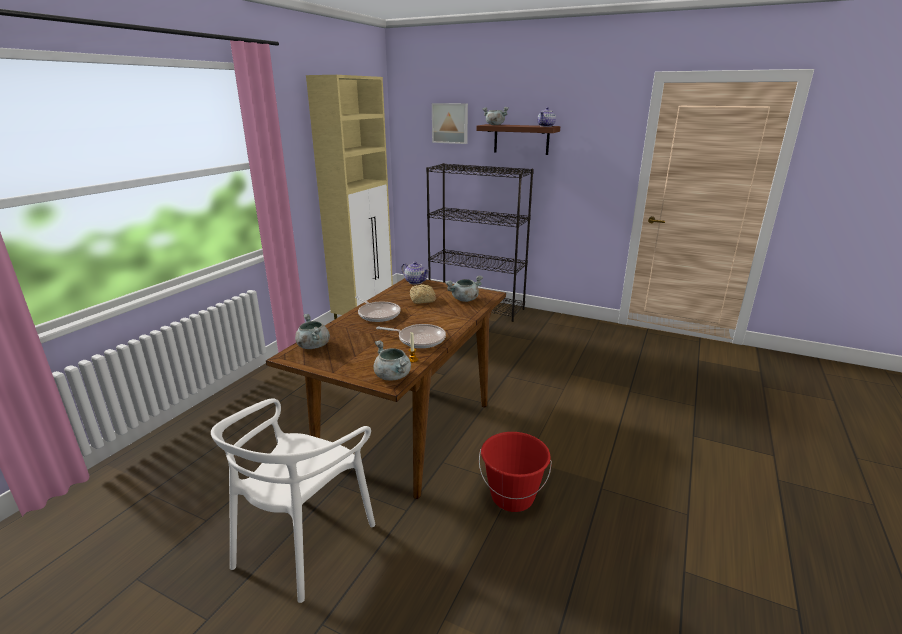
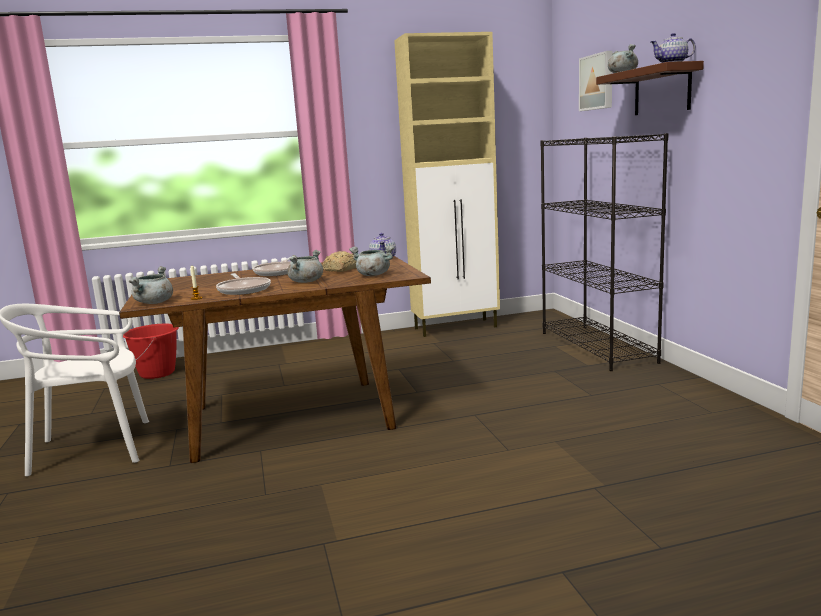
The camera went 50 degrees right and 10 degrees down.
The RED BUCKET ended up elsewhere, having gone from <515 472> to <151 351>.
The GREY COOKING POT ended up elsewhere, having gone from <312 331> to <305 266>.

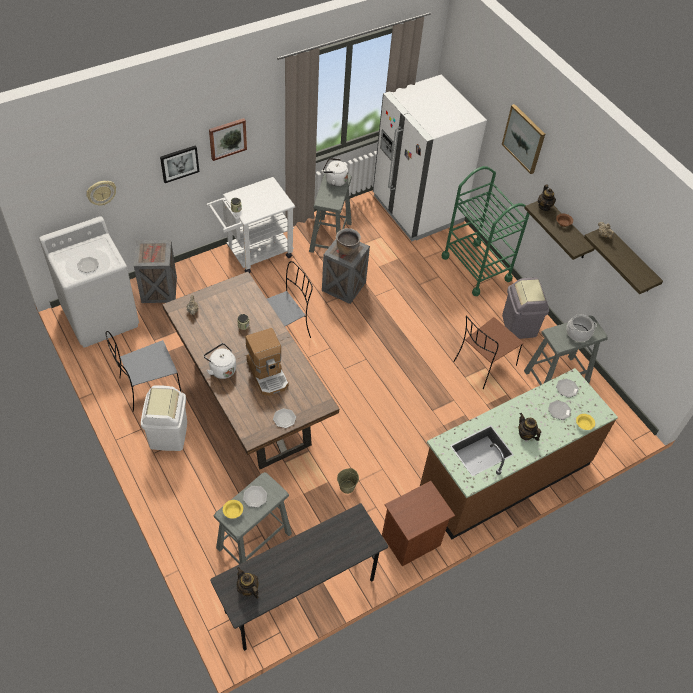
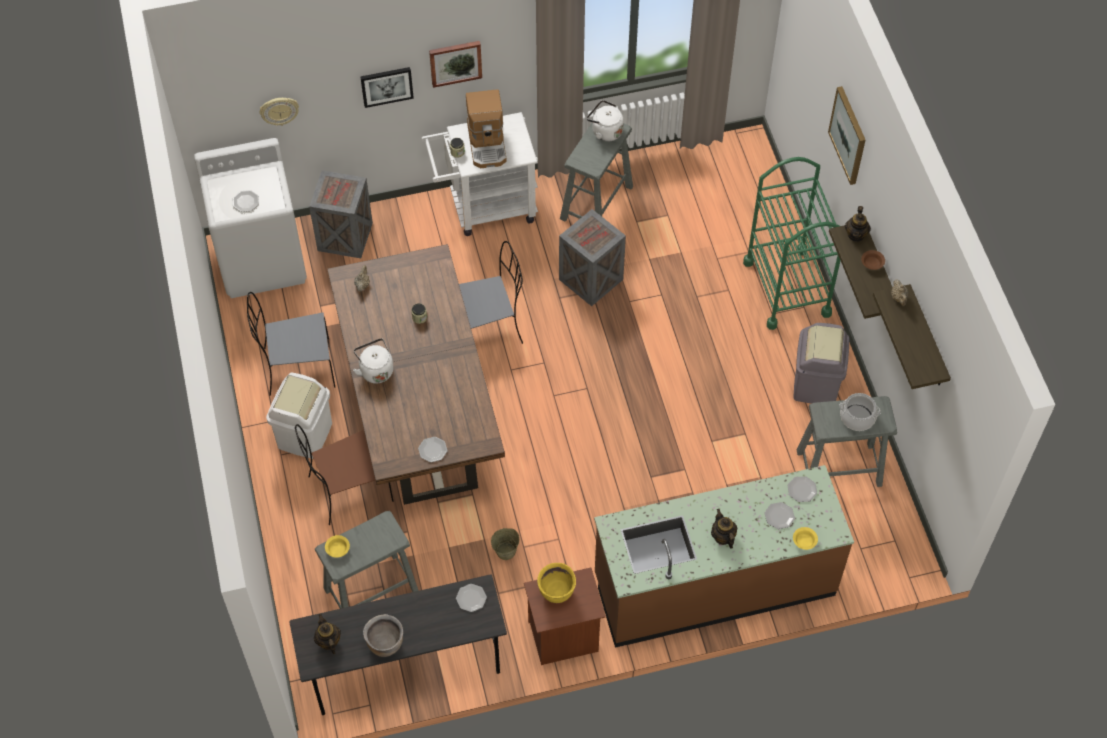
The camera went 20 degrees right and 5 degrees up.
The BROWN CHAIR ended up elsewhere, having gone from <488 352> to <344 474>.
The BROWN COOKING POT ended up elsewhere, having gone from <348 241> to <383 635>.
The PLATE ended up elsewhere, having gone from <255 496> to <471 598>.
The COFFEE MACHINE ended up elsewhere, having gone from <266 362> to <486 128>.
The second view gained the YELLOW COOKING POT at <556 583>.
The second view lost the WHITE FRIDGE at <430 157>.

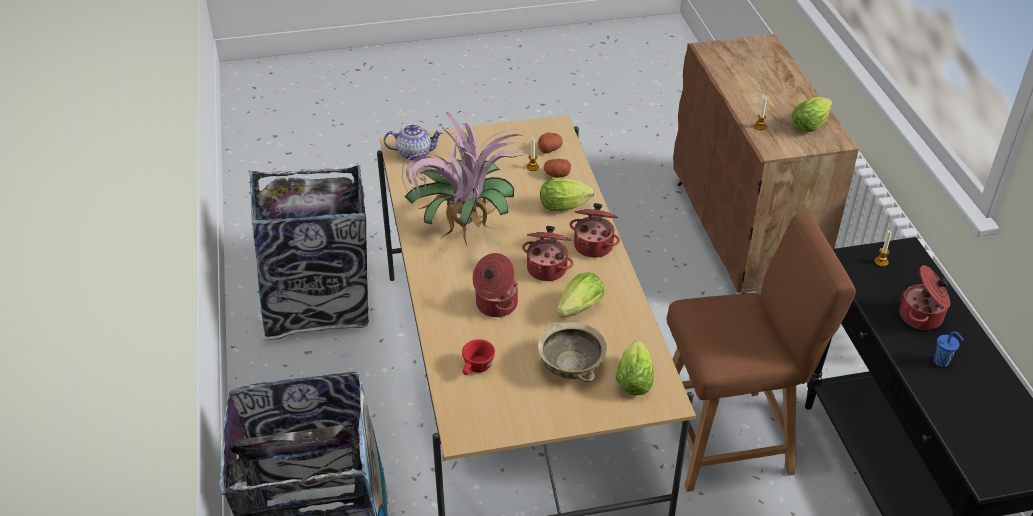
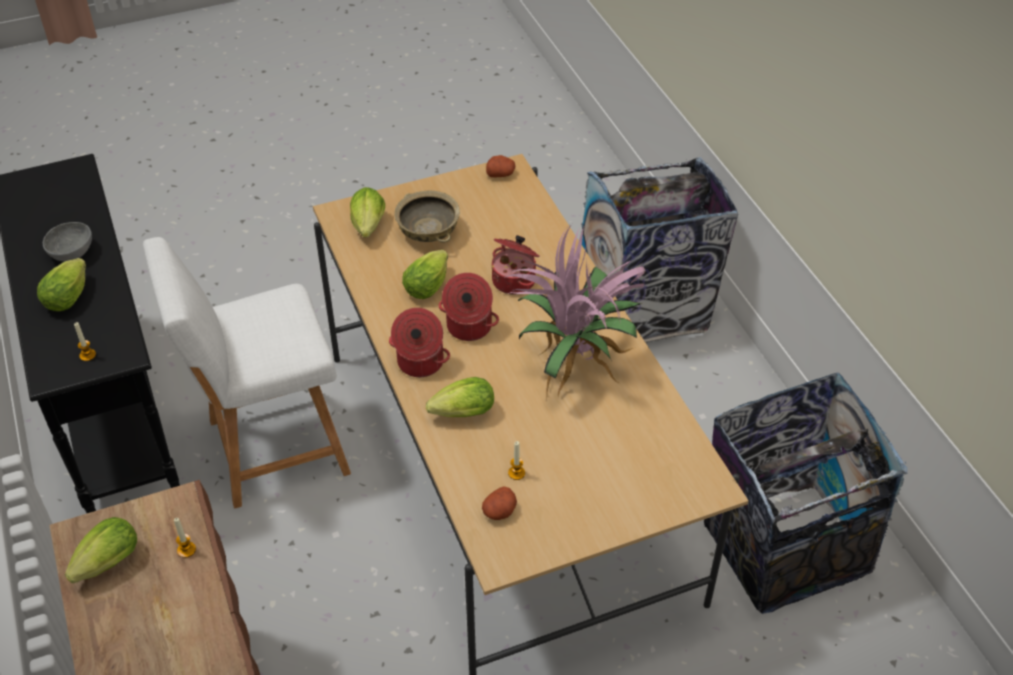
The camera went 170 degrees right and 5 degrees up.
Where the COOKING POT stood at <925 297>, the LETTUCE came to stand at <61 284>.
Where the BLUE CUP stood at <949 349>, the GREY BOWL came to stand at <67 241>.
What was the BROWN STOOL at <761 352> turned into the WHITE STOOL at <247 372>.
The POTATO ended up elsewhere, having gone from <557 168> to <500 166>.
The second view lost the TEAPOT at <413 142>.
The second view lost the RED CUP at <478 357>.

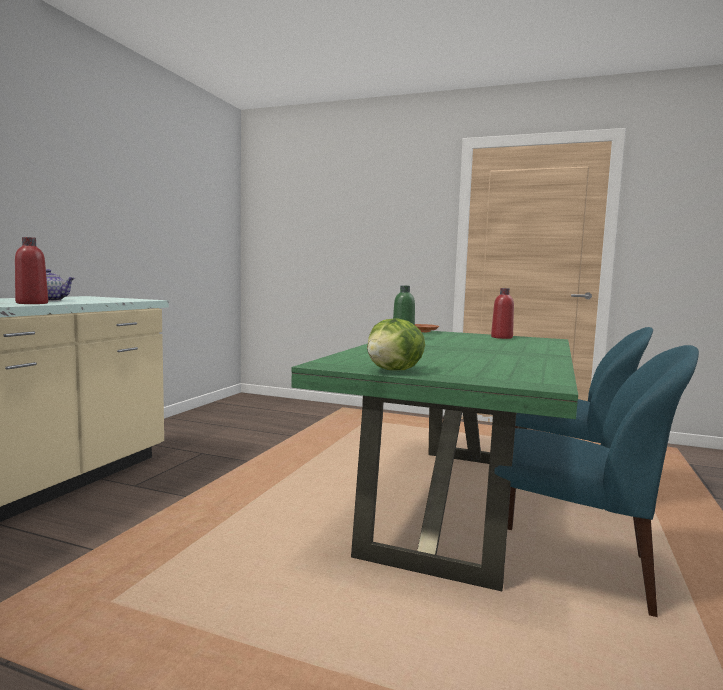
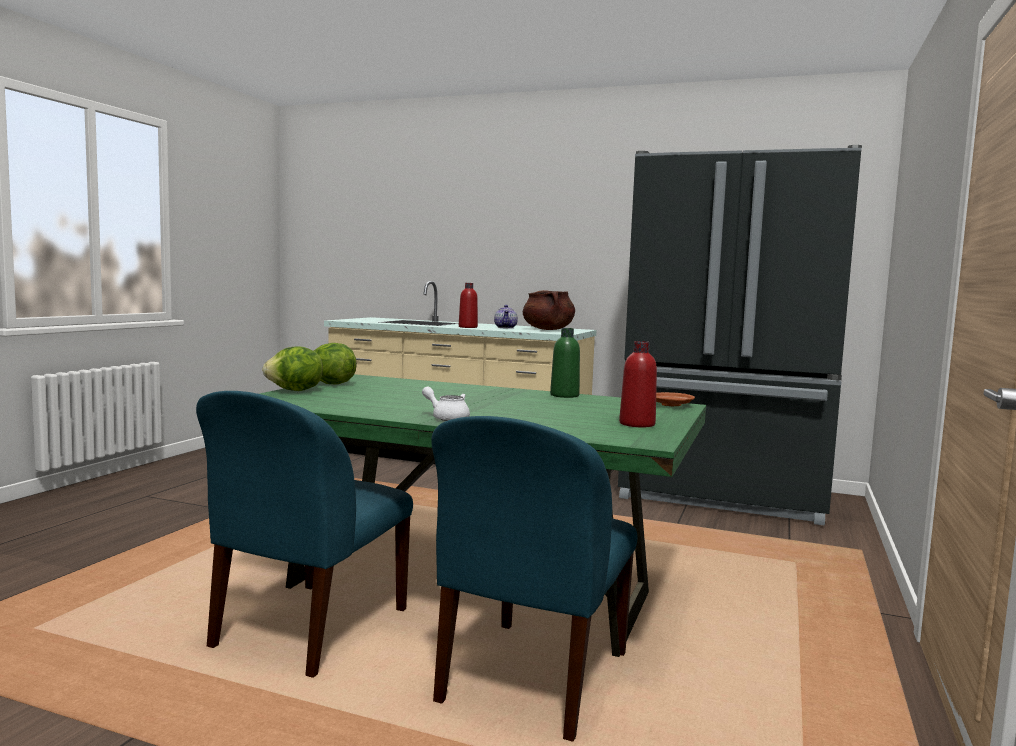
The camera went 90 degrees right and 0 degrees up.
The second view gained the LETTUCE at <292 368>.
The second view gained the WHITE TEAPOT at <446 403>.
The second view gained the BROWN COOKING POT at <549 310>.
The second view gained the BLACK FRIDGE at <740 335>.

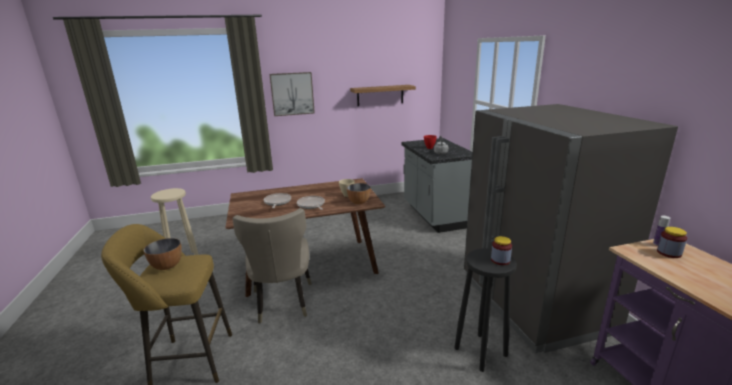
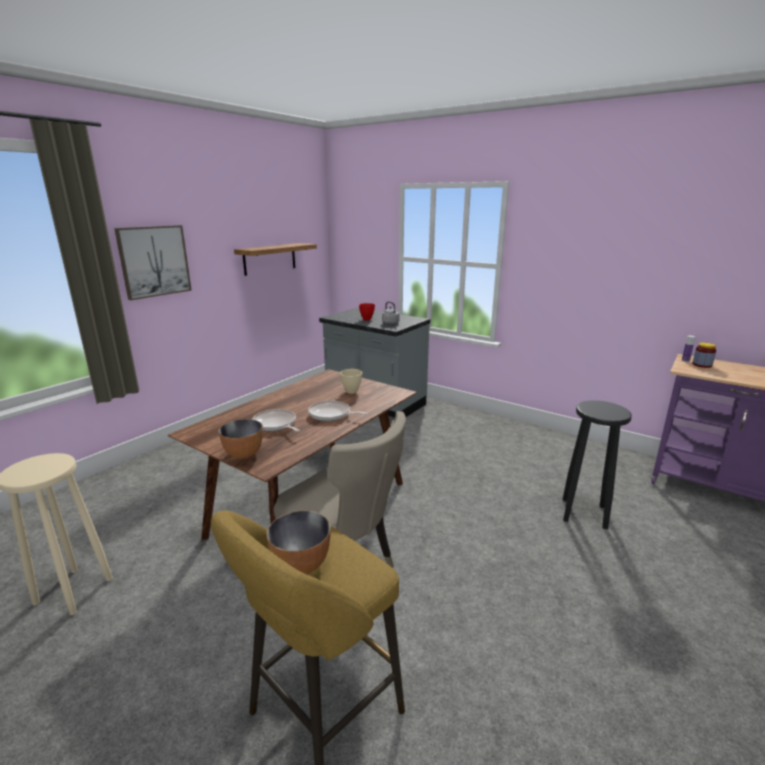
The camera went 40 degrees left and 0 degrees up.
The BOWL ended up elsewhere, having gone from <359 193> to <241 439>.
The second view lost the GREY FRIDGE at <571 228>.
The second view lost the JAR at <501 250>.

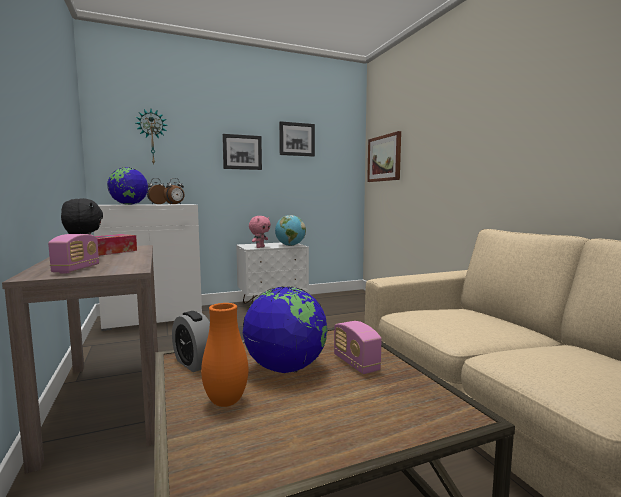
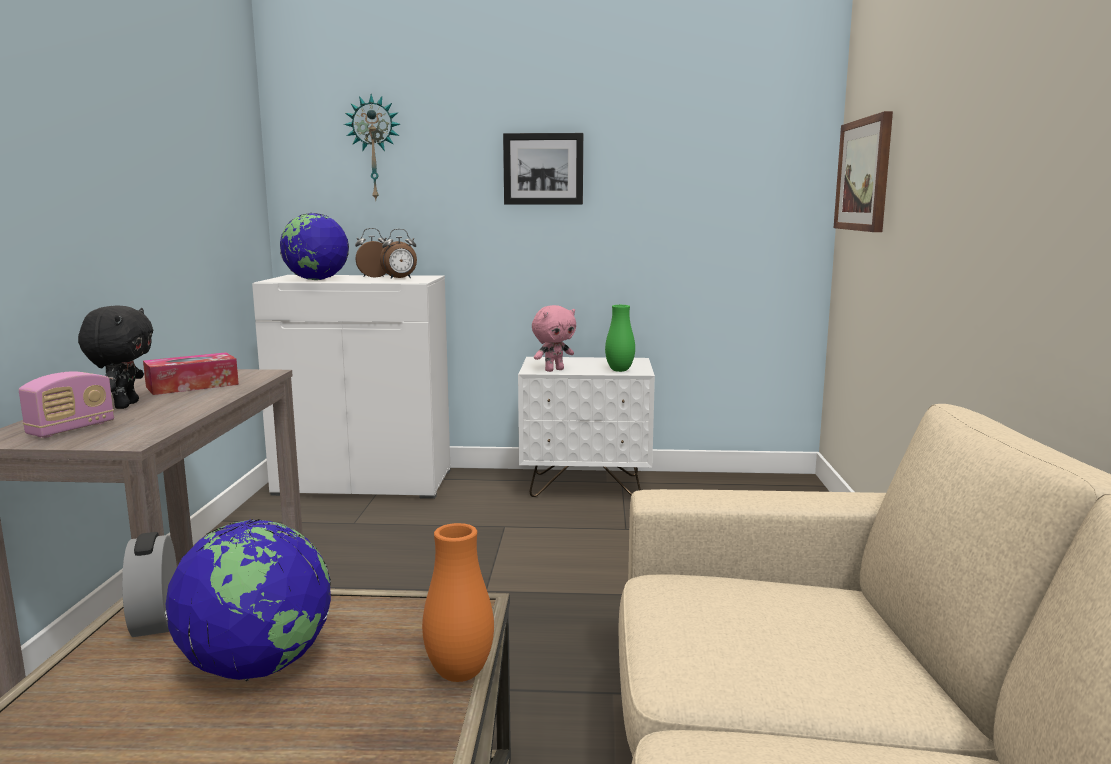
The camera went 25 degrees right and 5 degrees up.
The ORANGE VASE ended up elsewhere, having gone from <224 355> to <458 602>.
Where the GLOBE stood at <290 230>, the GREEN VASE came to stand at <620 338>.
The second view lost the PICTURE at <297 139>.
The second view lost the RADIO at <358 347>.

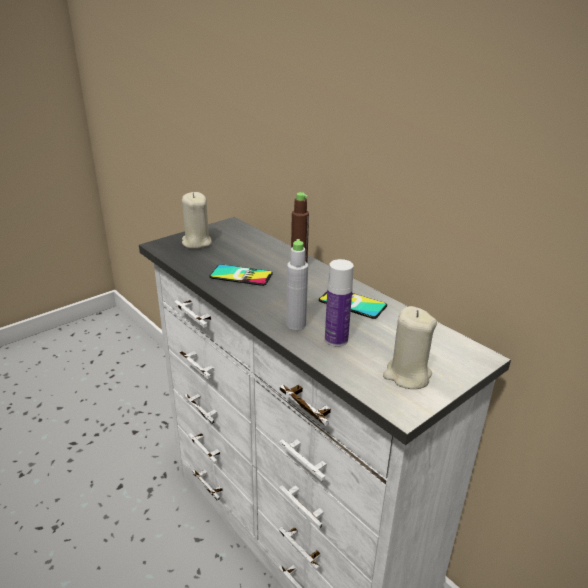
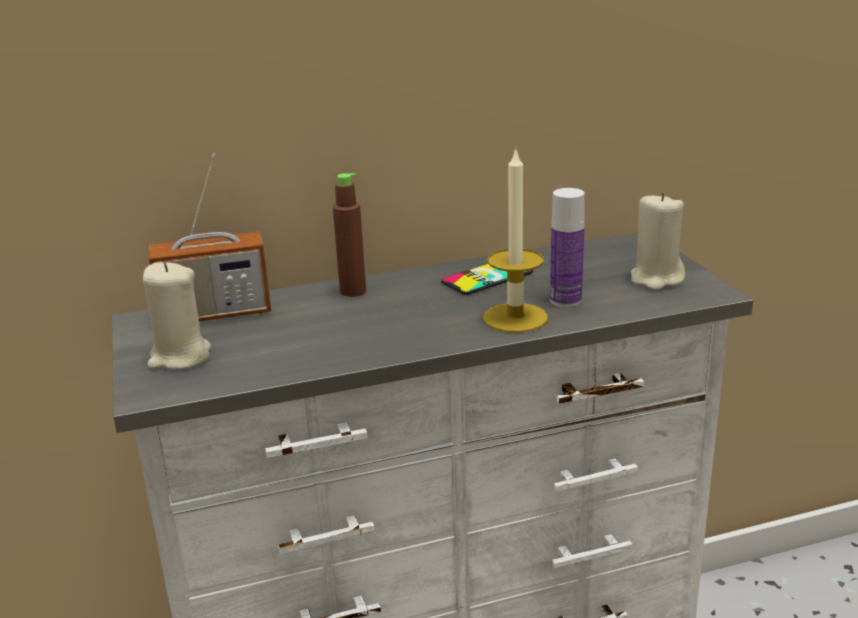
The camera went 65 degrees left and 5 degrees down.
The second view gained the RADIO at <210 237>.
Where the GREY BOTTLE stood at <297 284>, the CANDLE came to stand at <515 240>.
The second view lost the PHONE at <241 275>.

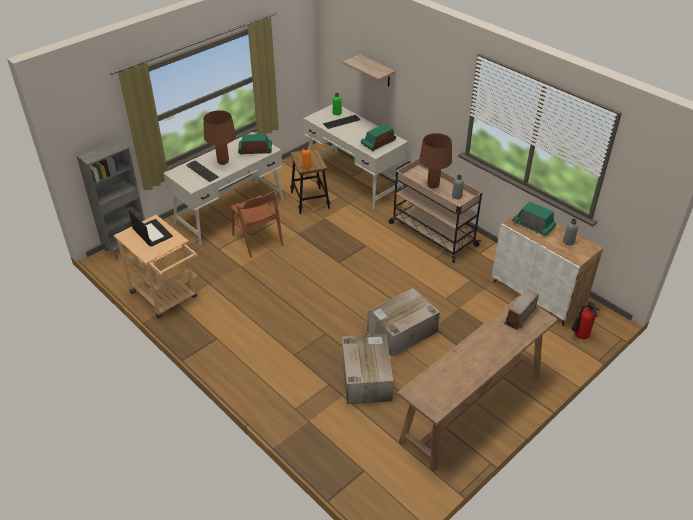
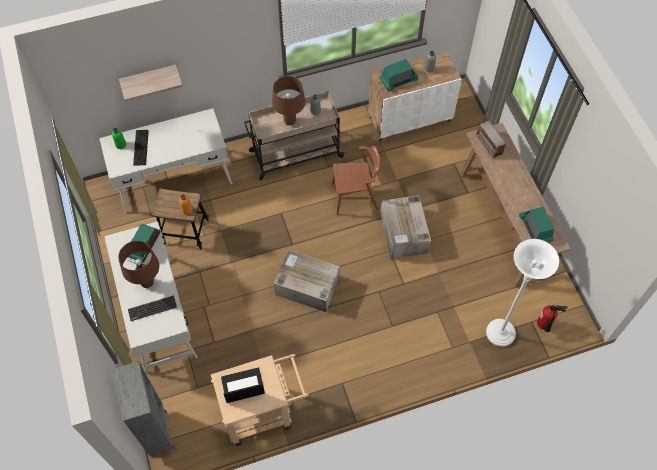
The camera went 65 degrees left and 20 degrees up.
The CARDBOARD BOX ended up elsewhere, having gone from <368 369> to <307 281>.
The BROWN CHAIR ended up elsewhere, having gone from <256 224> to <356 180>.
The second view gained the WHITE FLOOR LAMP at <522 293>.
The RADIO ended up elsewhere, having gone from <378 137> to <536 225>.
The FIRE EXTINGUISHER ended up elsewhere, having gone from <585 320> to <552 319>.

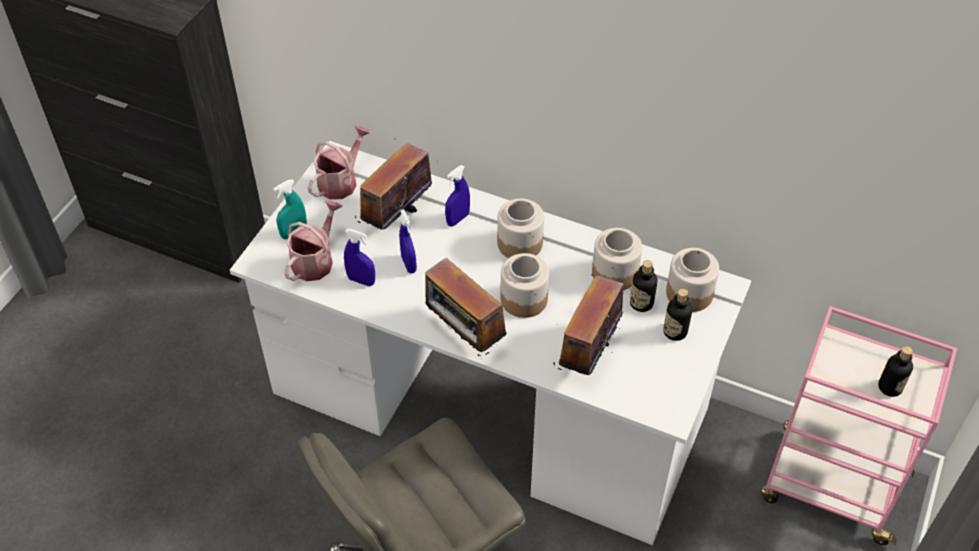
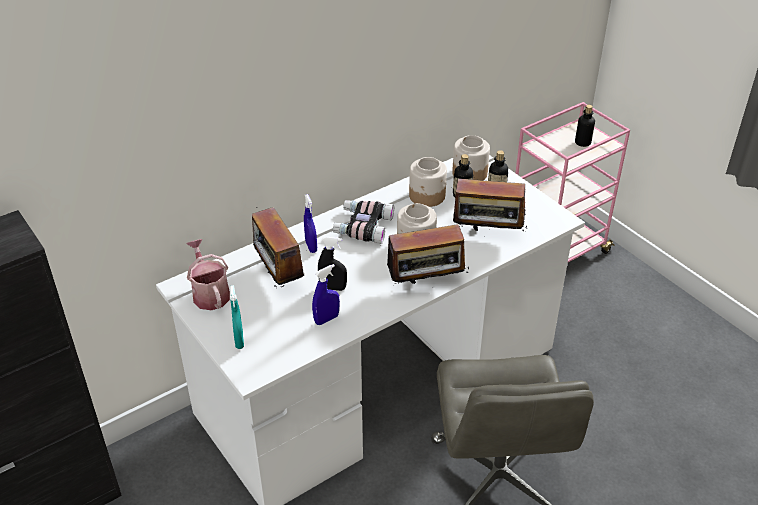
The camera went 60 degrees left and 10 degrees down.
What was the BLUE SPRAY BOTTLE at <408 241> turned into the BLACK SPRAY BOTTLE at <332 263>.
Where the JAR stood at <520 228>, the BINOCULARS came to stand at <363 222>.
The RADIO at <588 324> ended up facing another way, 45 degrees counterclockwise from before.
The second view lost the WATERING CAN at <313 240>.

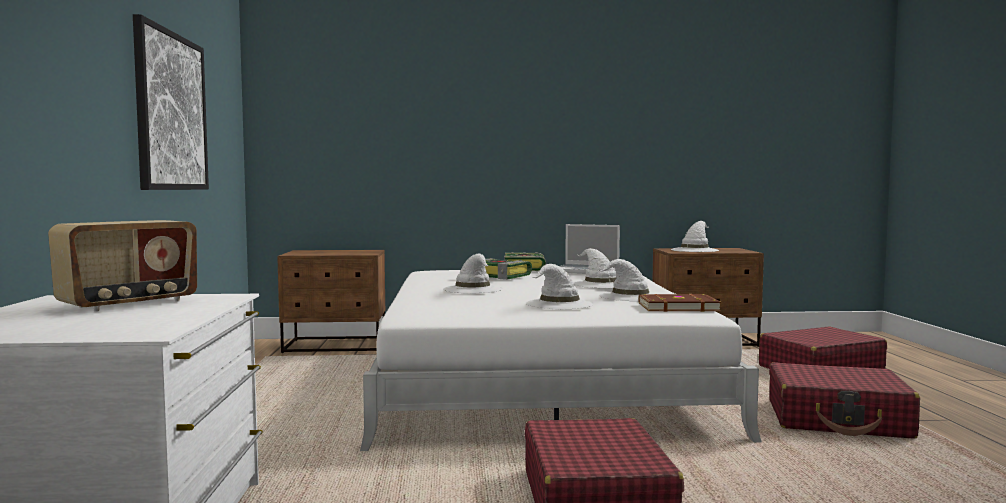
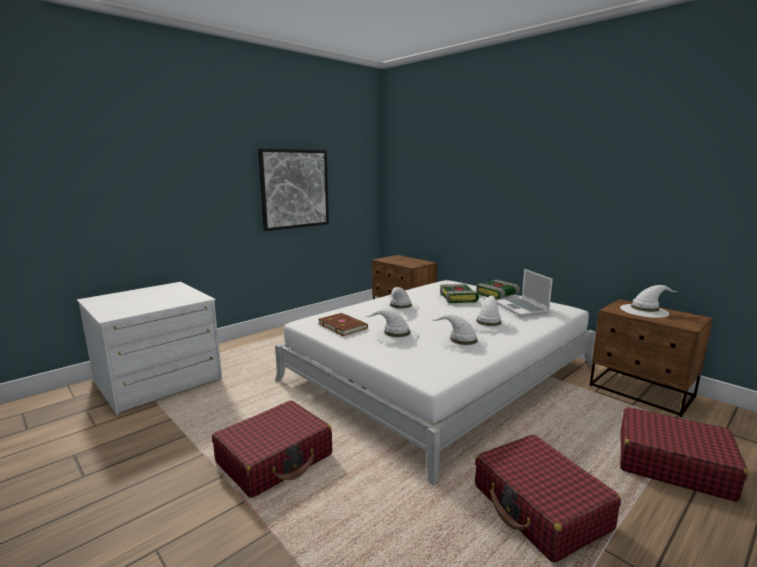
The camera went 50 degrees right and 10 degrees up.
The BROWN BOOK ended up elsewhere, having gone from <680 303> to <343 324>.
The second view lost the RADIO at <122 266>.

